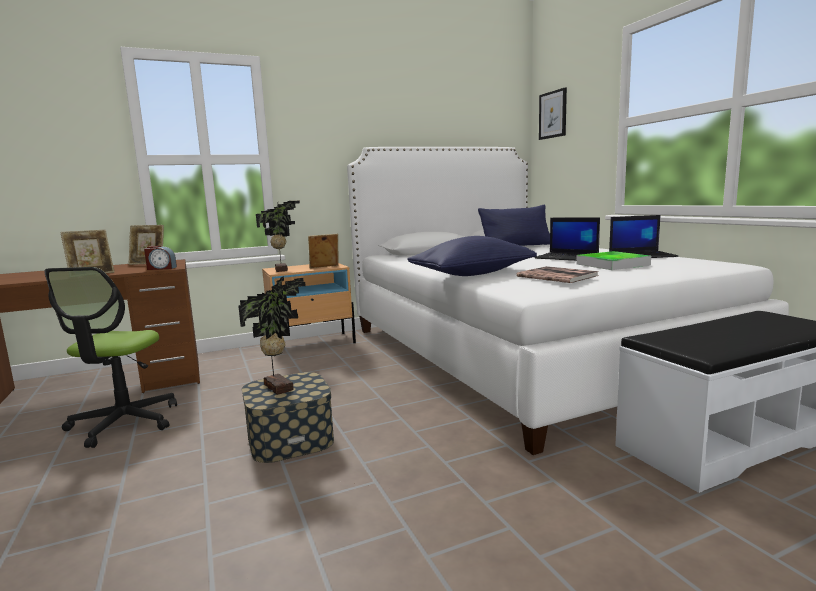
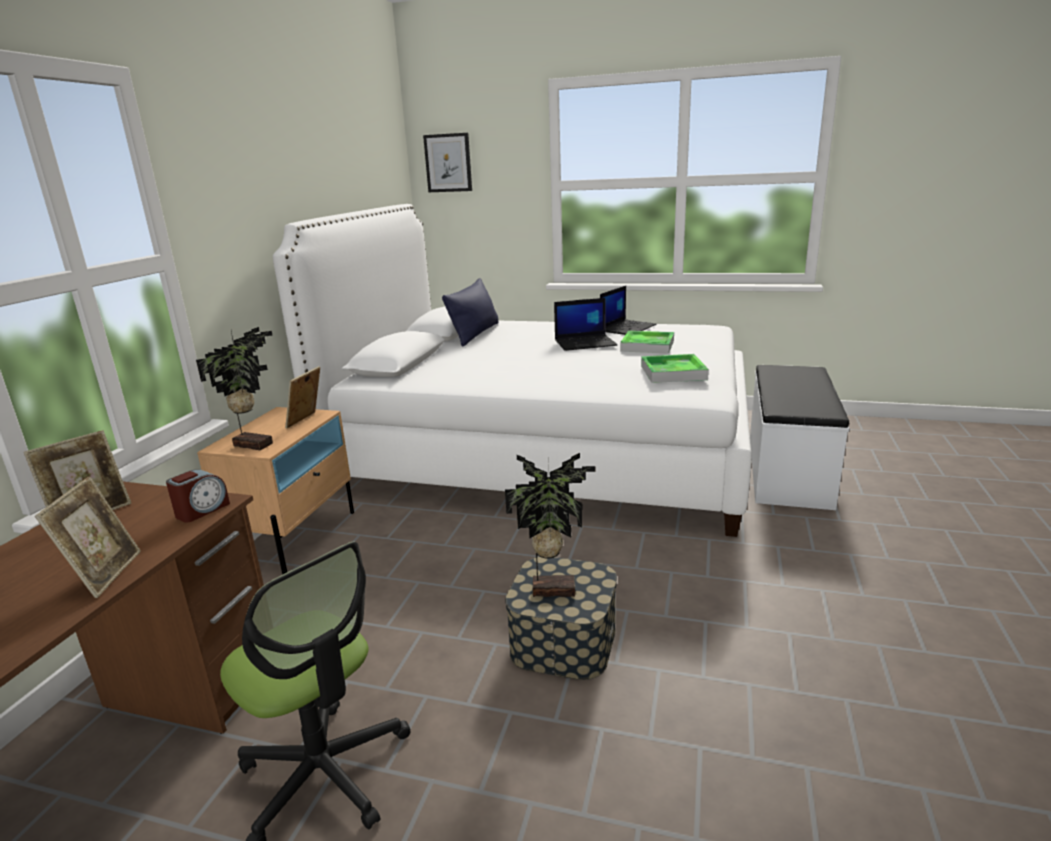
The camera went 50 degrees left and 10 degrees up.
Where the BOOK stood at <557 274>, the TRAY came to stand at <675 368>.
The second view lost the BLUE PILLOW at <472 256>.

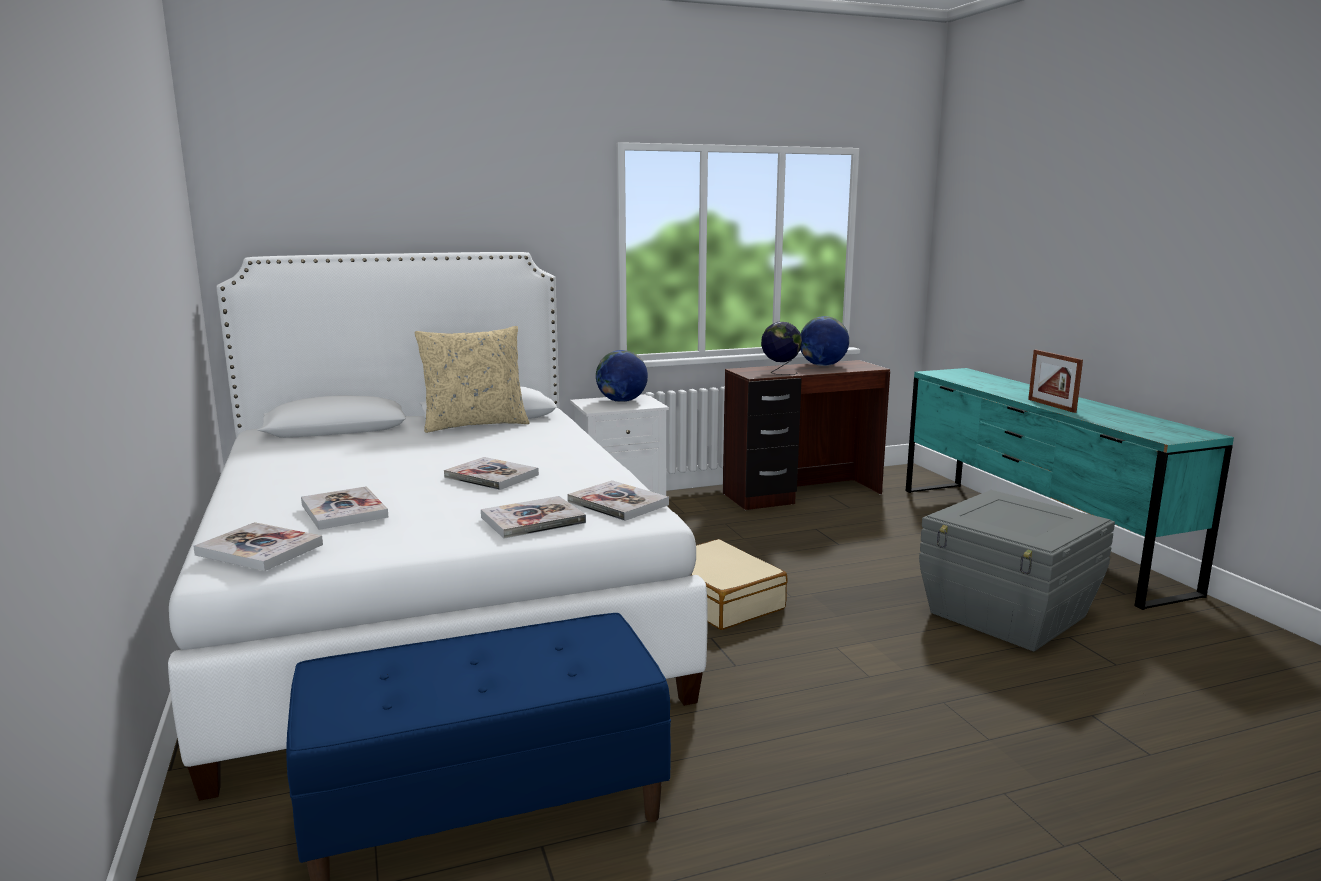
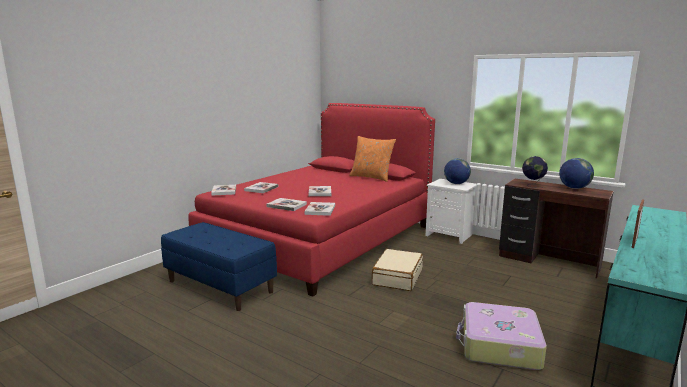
The camera went 55 degrees right and 0 degrees up.
What was the WHITE BED at <438 526> turned into the RED BED at <311 200>.
What was the BEIGE PILLOW at <472 379> turned into the ORANGE PILLOW at <372 159>.
Where the GREY STORAGE BOX stood at <1017 570>, the SUITCASE came to stand at <501 336>.

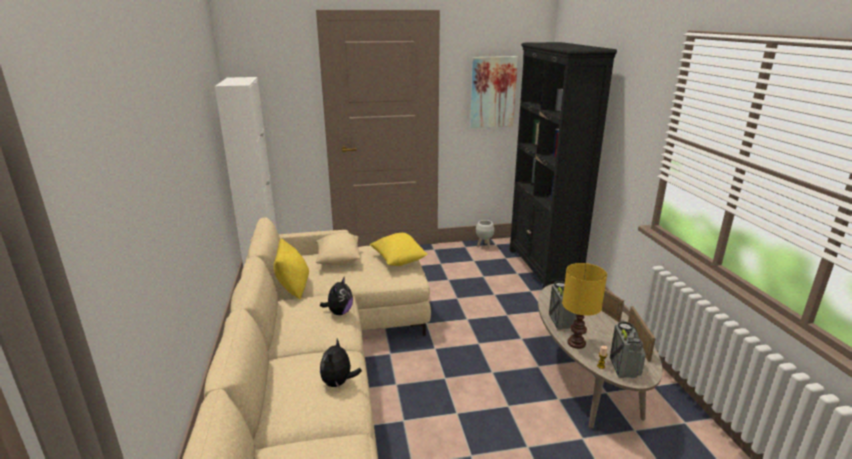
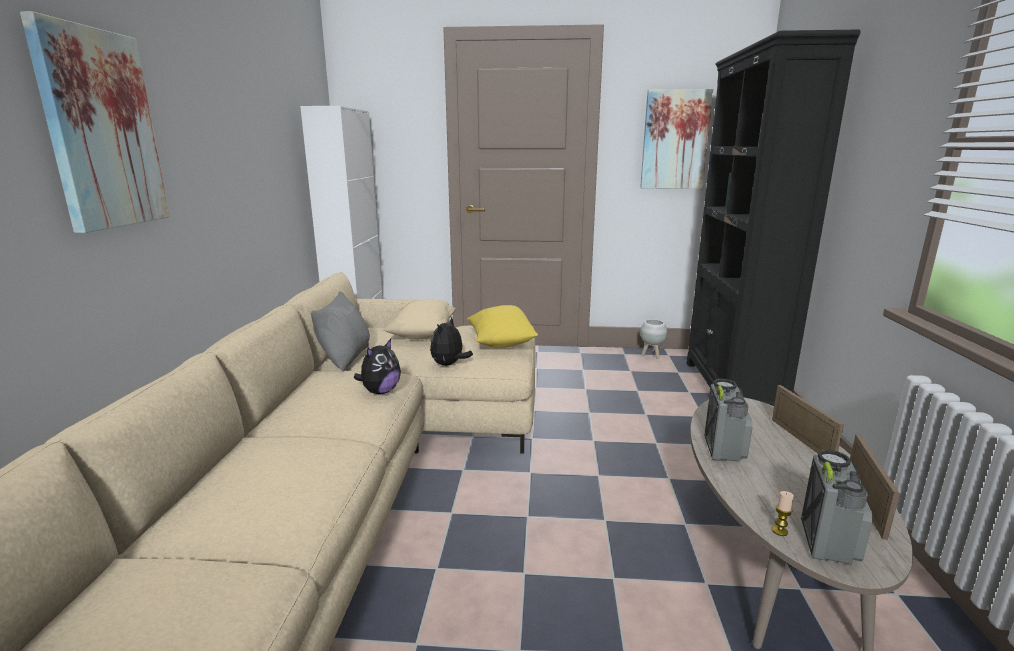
The camera went 15 degrees right and 5 degrees down.
The second view gained the PICTURE at <95 122>.
What was the YELLOW PILLOW at <291 268> turned into the GREY PILLOW at <340 331>.
The PLUSH TOY ended up elsewhere, having gone from <341 364> to <451 341>.
The second view lost the YELLOW TABLE LAMP at <584 306>.

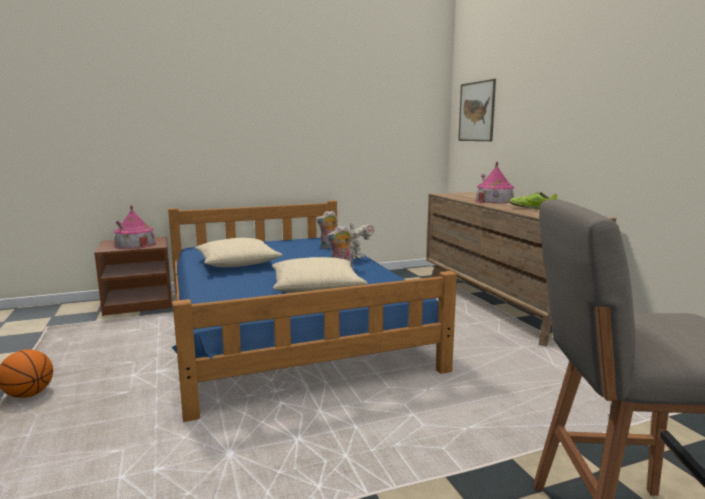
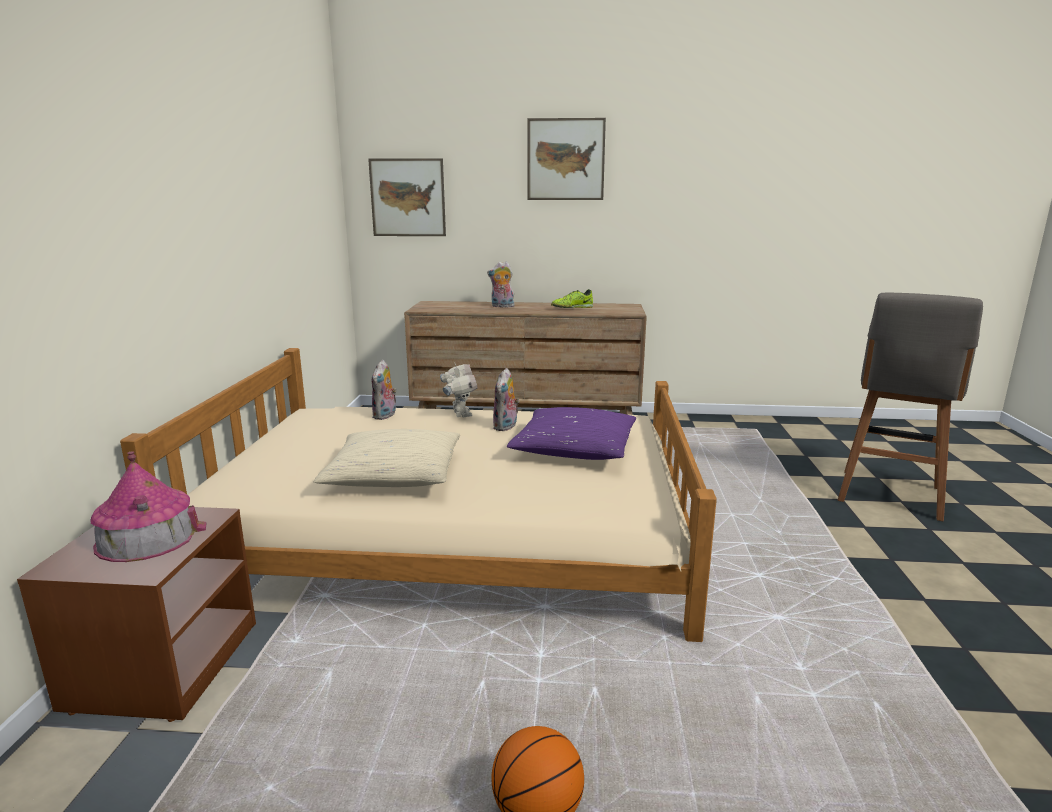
The camera went 65 degrees left and 5 degrees up.
What was the BLUE BED at <312 311> turned into the BEIGE BED at <418 495>.
Where the TOY HOUSE stood at <494 182>, the PLUSH TOY came to stand at <500 285>.
What was the BEIGE PILLOW at <320 275> turned into the PURPLE PILLOW at <571 433>.
The second view gained the PICTURE at <567 159>.

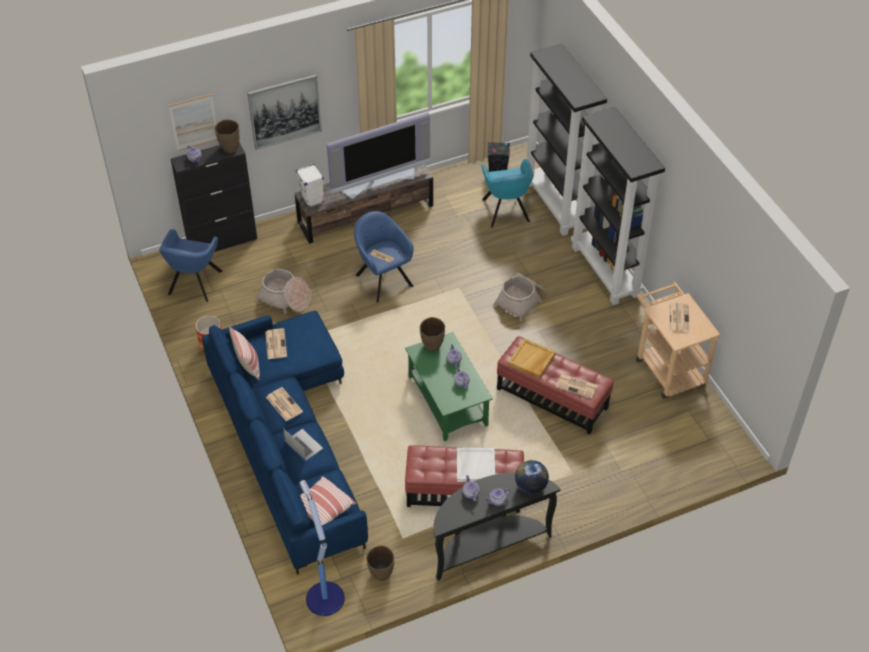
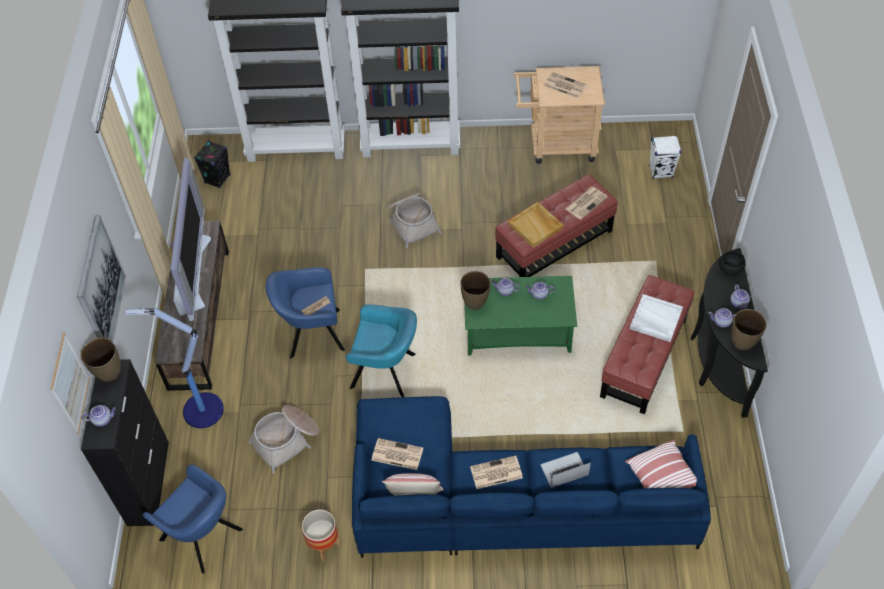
The camera went 65 degrees left and 5 degrees up.
The FLOOR LAMP ended up elsewhere, having gone from <322 548> to <174 368>.
The TURQUOISE ARMCHAIR ended up elsewhere, having gone from <508 193> to <381 350>.
The WHITE SPEAKER ended up elsewhere, having gone from <310 185> to <665 157>.
Where the GLOBE stood at <532 477>, the BLACK BOWL came to stand at <732 263>.
The BROWN VASE ended up elsewhere, having gone from <380 563> to <749 329>.

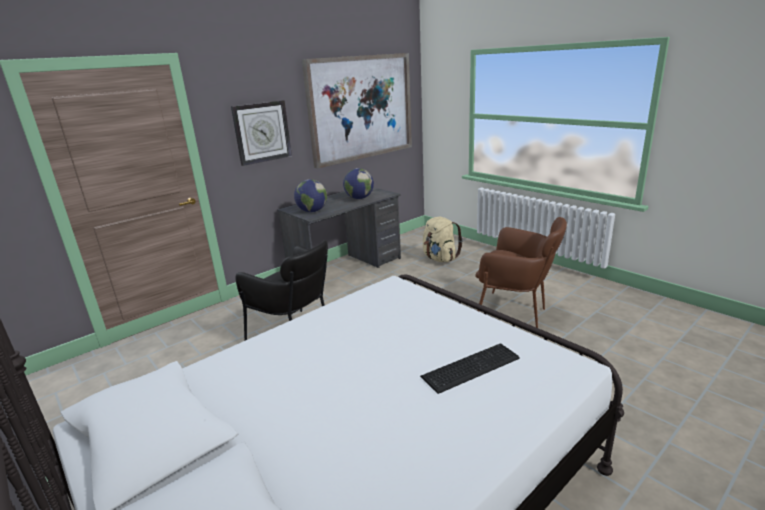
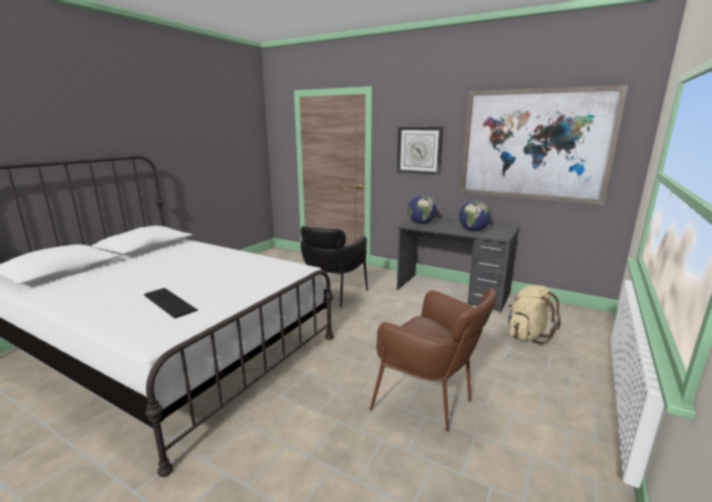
The camera went 70 degrees right and 5 degrees down.
The BROWN ARMCHAIR at <521 272> ended up facing another way, 60 degrees counterclockwise from before.

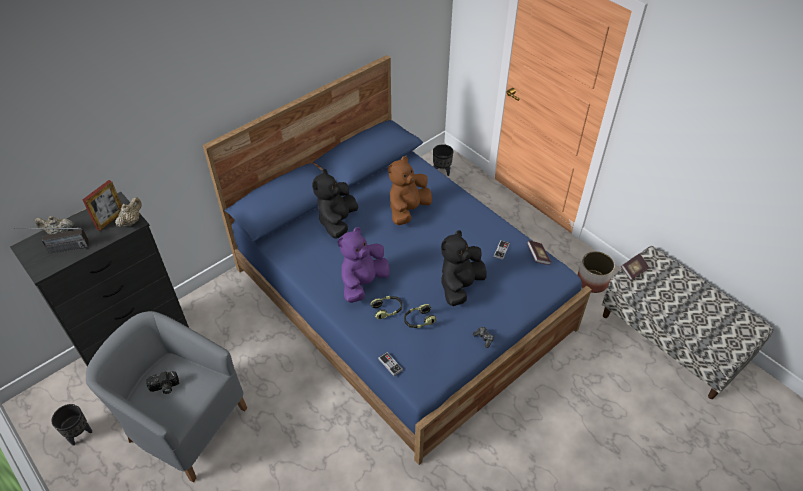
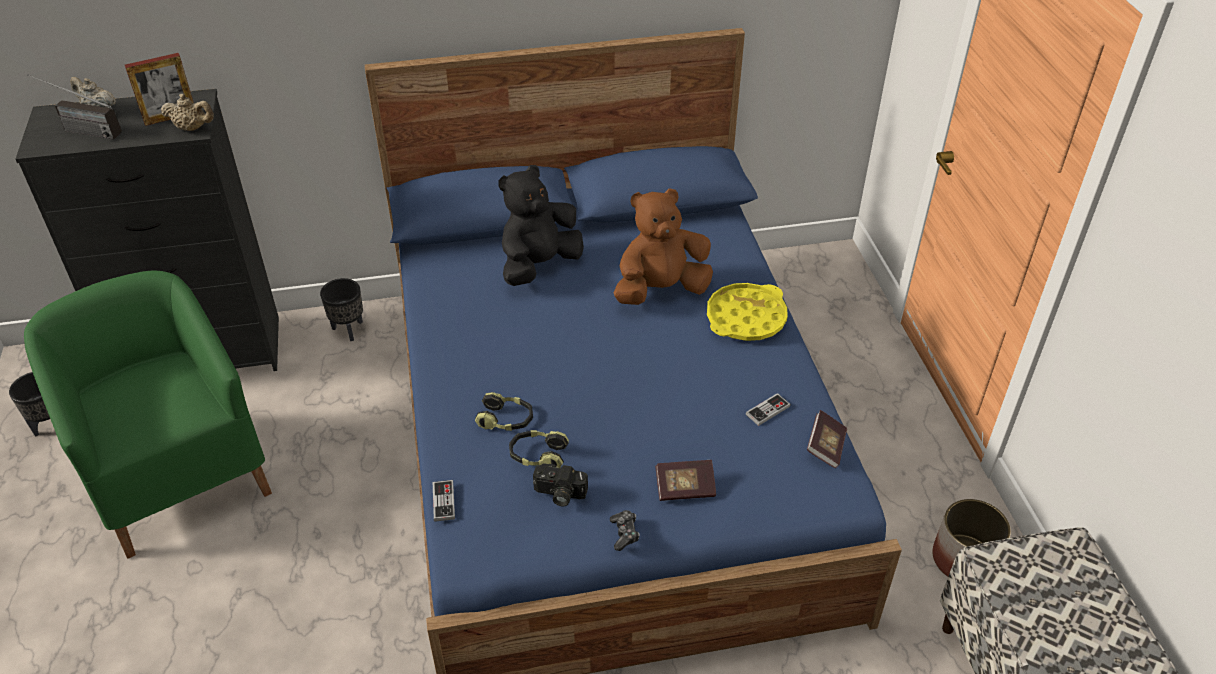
The camera went 30 degrees right and 5 degrees down.
What was the GREY ARMCHAIR at <166 396> turned into the GREEN ARMCHAIR at <148 414>.
The BEIGE TEAPOT at <128 212> ended up facing another way, 45 degrees clockwise from before.
The BLACK PLANTER ended up elsewhere, having gone from <443 160> to <341 309>.
The PHOTO CAMERA ended up elsewhere, having gone from <162 382> to <560 485>.
The BOOK ended up elsewhere, having gone from <635 266> to <685 480>.
The second view gained the YELLOW TRAY at <747 312>.
The second view lost the PURPLE PLUSH TOY at <363 265>.
The second view lost the BLACK PLUSH TOY at <463 268>.

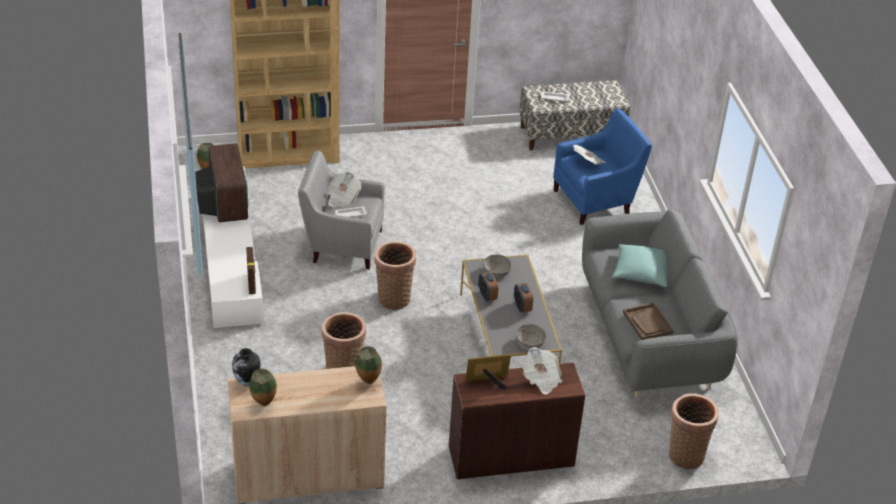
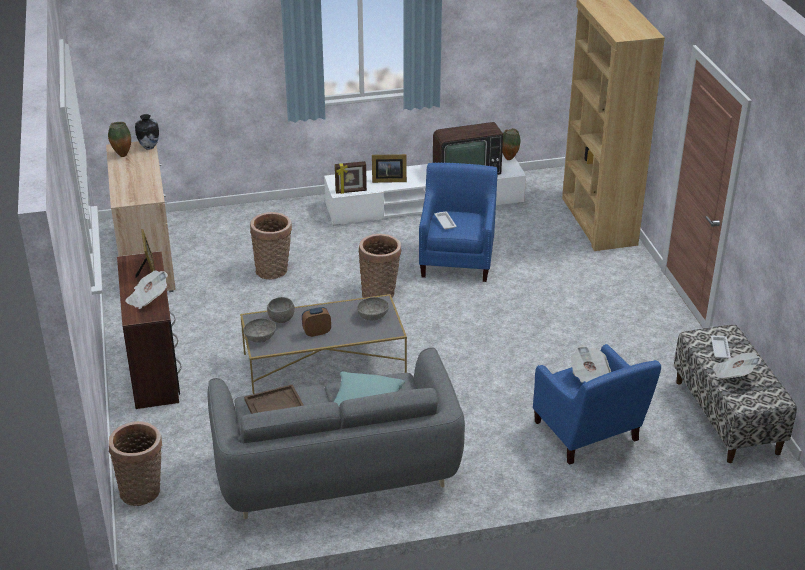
The camera went 90 degrees right and 5 degrees down.
The second view gained the GREY BOWL at <281 310>.
The second view gained the PICTURE FRAME at <389 168>.
What was the GREY ARMCHAIR at <341 210> turned into the BLUE ARMCHAIR at <458 222>.
The NEWSPAPER ended up elsewhere, having gone from <344 189> to <737 365>.
The second view lost the VASE at <368 365>.
The second view lost the ALARM CLOCK at <488 286>.

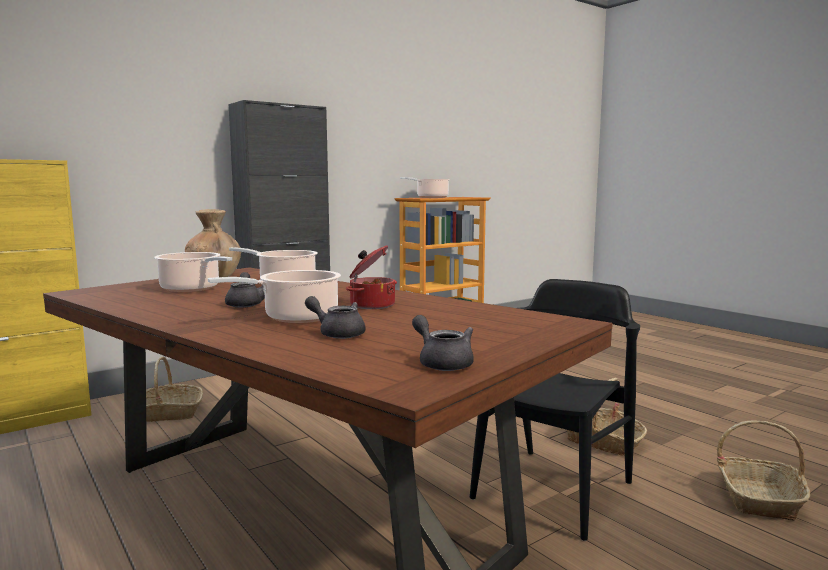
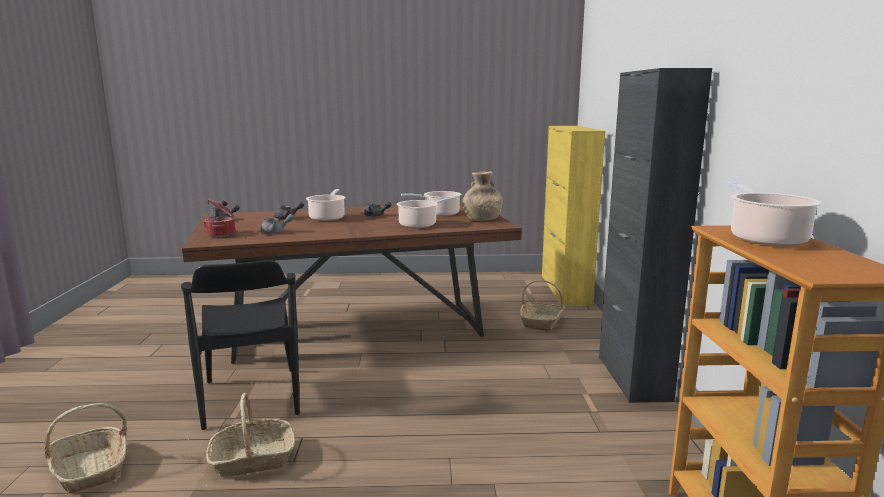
The camera went 125 degrees right and 5 degrees up.
The COOKING POT ended up elsewhere, having gone from <371 277> to <219 218>.
The second view gained the GREY TEAPOT at <277 224>.

